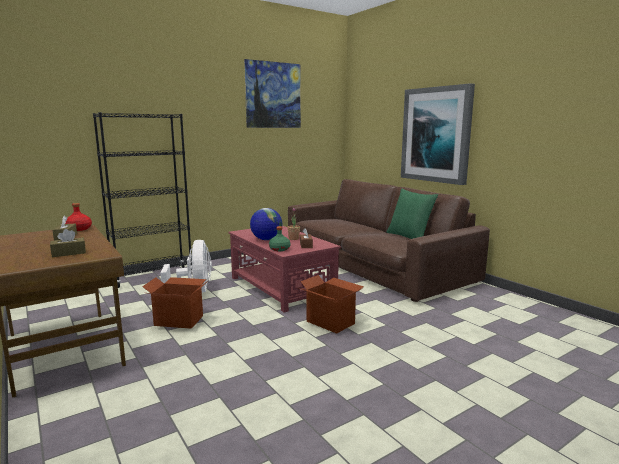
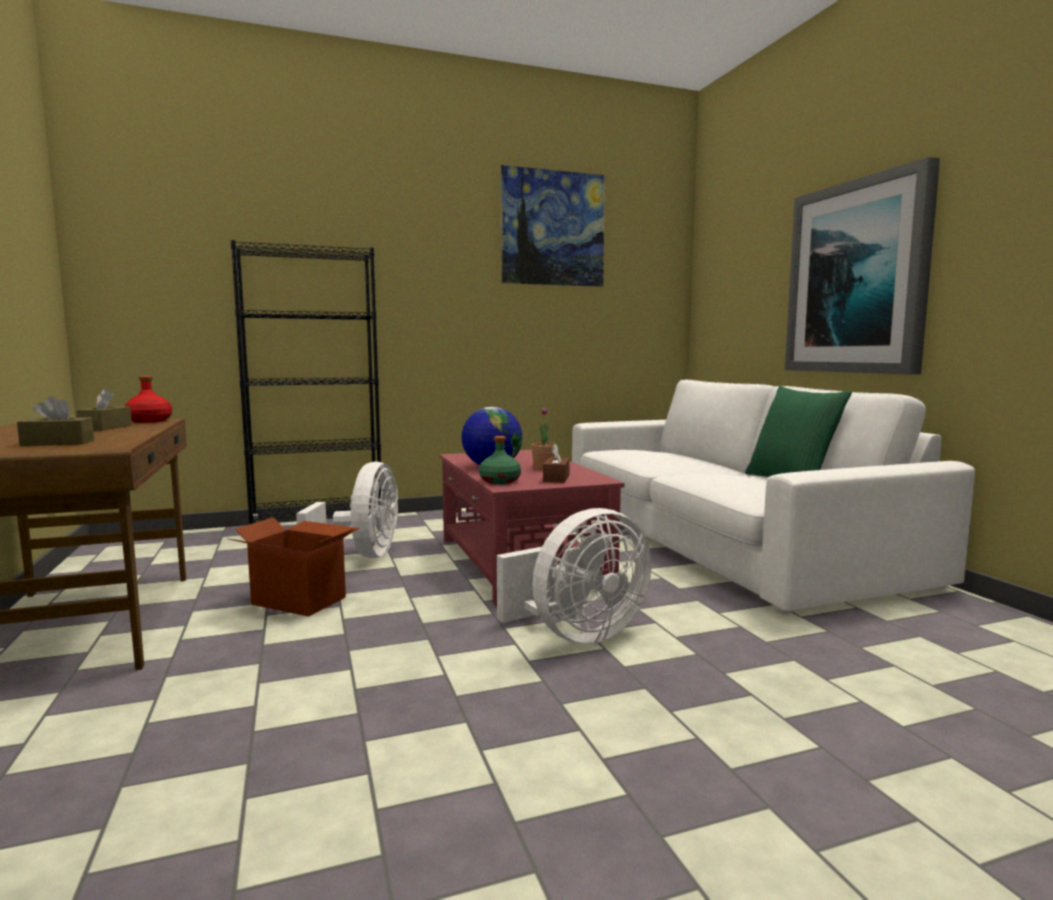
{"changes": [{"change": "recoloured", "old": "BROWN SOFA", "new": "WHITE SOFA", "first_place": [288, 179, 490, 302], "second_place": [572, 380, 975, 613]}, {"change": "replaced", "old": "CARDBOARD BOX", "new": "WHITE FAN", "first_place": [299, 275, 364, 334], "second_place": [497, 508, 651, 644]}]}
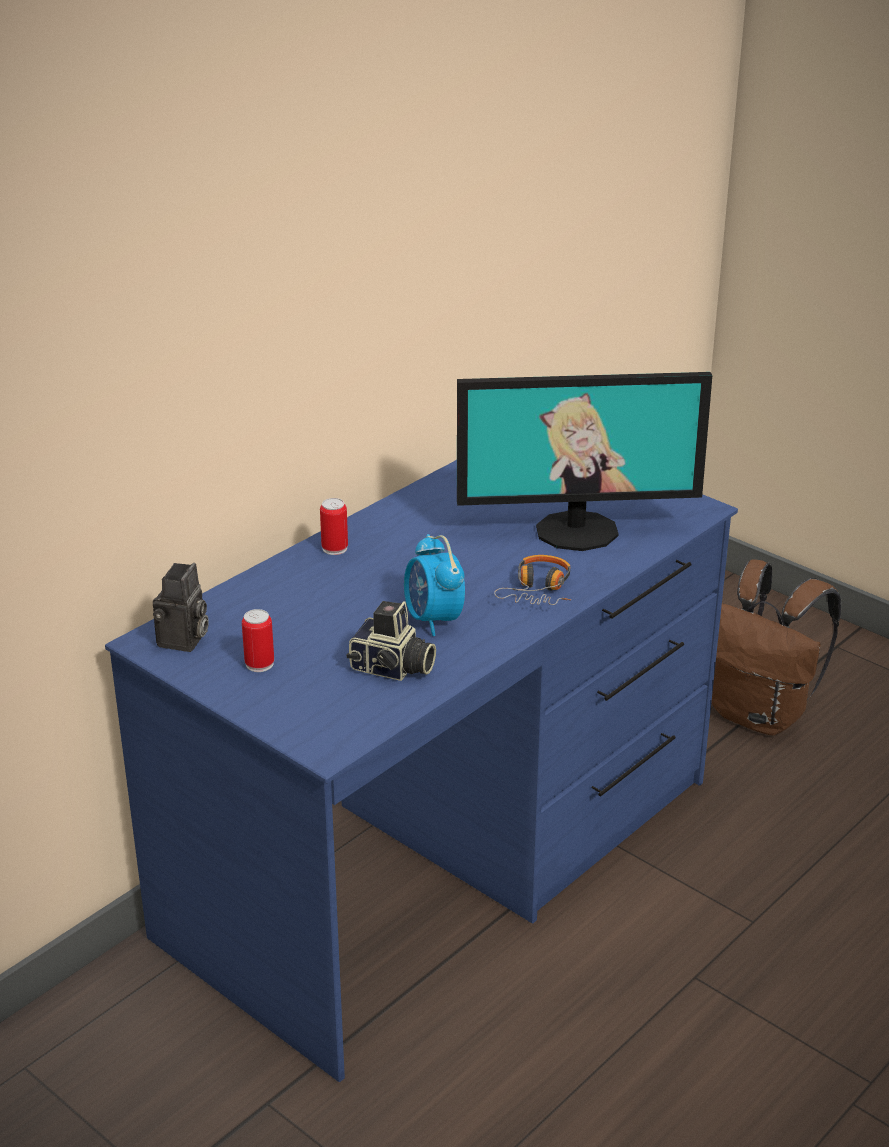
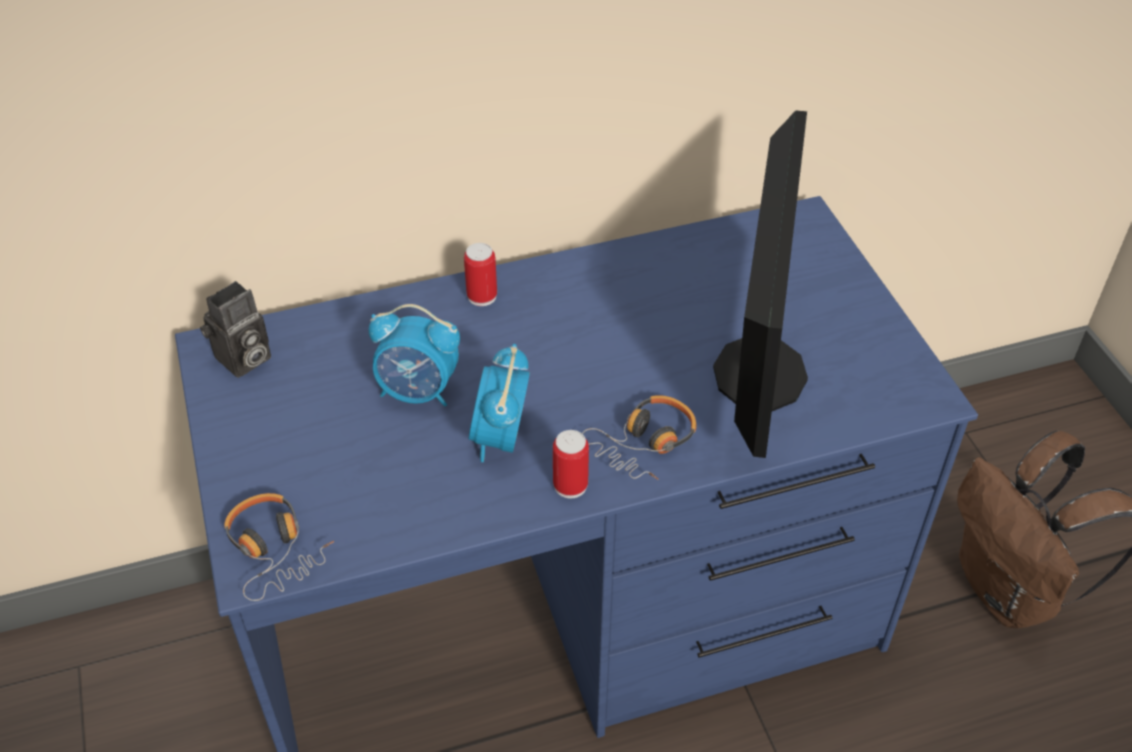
{"changes": [{"change": "moved", "old": "CAN", "first_place": [242, 609, 274, 672], "second_place": [553, 430, 589, 499]}, {"change": "removed", "old": "PHOTO CAMERA", "first_place": [347, 601, 436, 681]}, {"change": "turned", "old": "MONITOR", "first_place": [457, 372, 712, 551], "second_place": [713, 111, 808, 458], "degrees": -105}, {"change": "added", "new": "HEADPHONES", "second_place": [224, 493, 334, 601]}, {"change": "added", "new": "ALARM CLOCK", "second_place": [369, 304, 460, 407]}]}
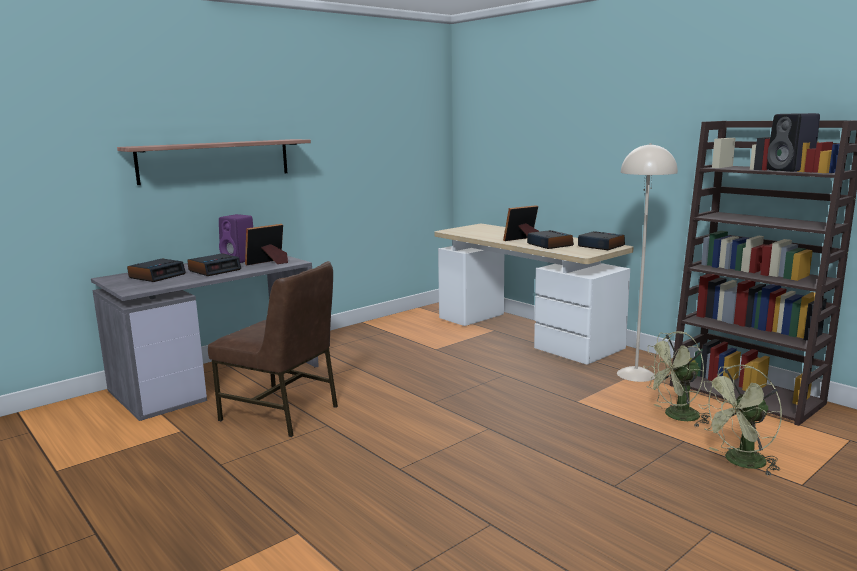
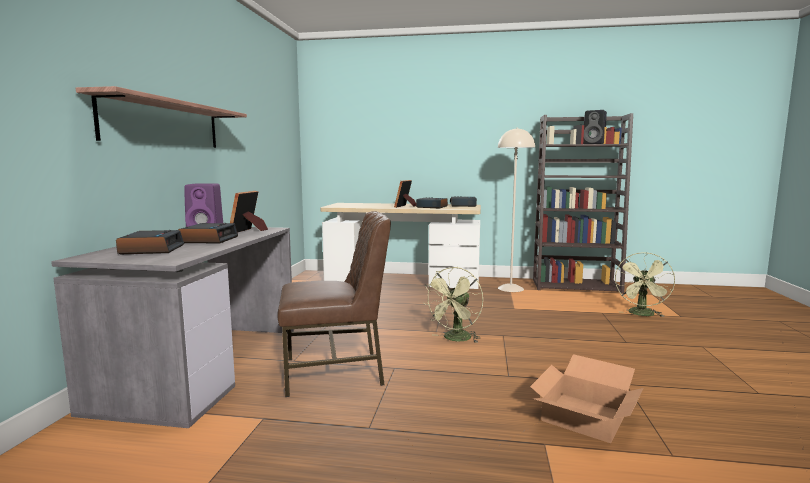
{"changes": [{"change": "moved", "old": "GREEN FAN", "first_place": [643, 331, 710, 427], "second_place": [424, 267, 483, 343]}, {"change": "added", "new": "CARDBOARD BOX", "second_place": [530, 354, 644, 443]}]}
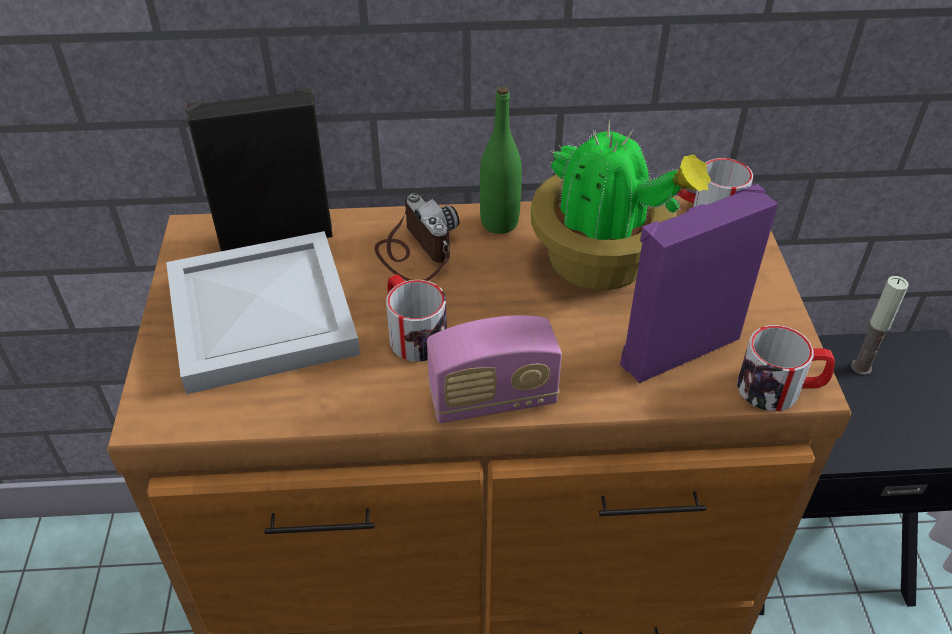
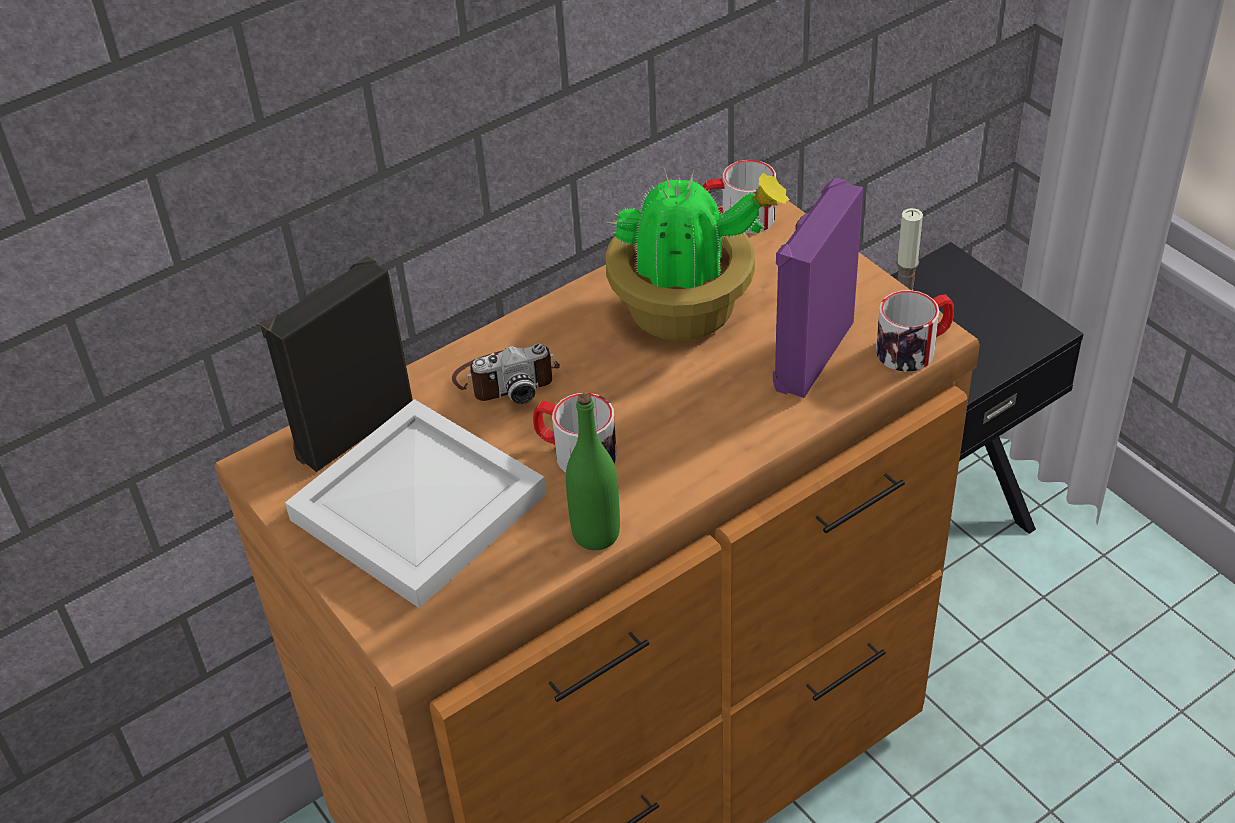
{"changes": [{"change": "turned", "old": "PHOTO CAMERA", "first_place": [375, 193, 459, 281], "second_place": [452, 344, 560, 404], "degrees": 135}, {"change": "removed", "old": "RADIO", "first_place": [427, 315, 562, 423]}, {"change": "moved", "old": "GREEN BOTTLE", "first_place": [480, 86, 522, 234], "second_place": [566, 393, 620, 550]}]}
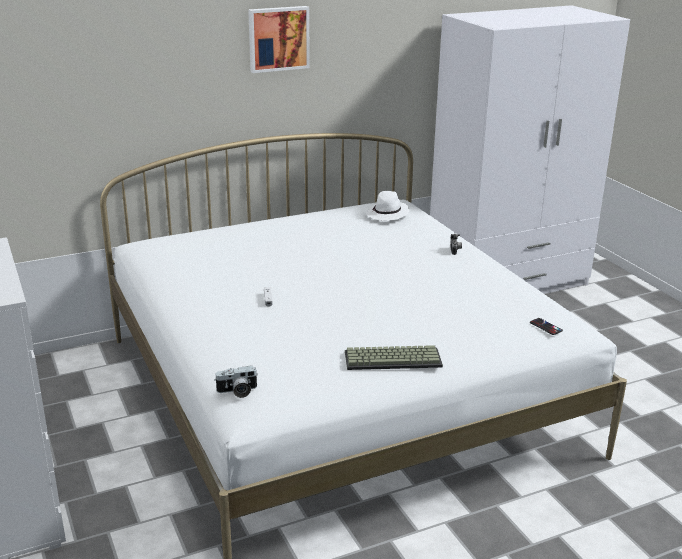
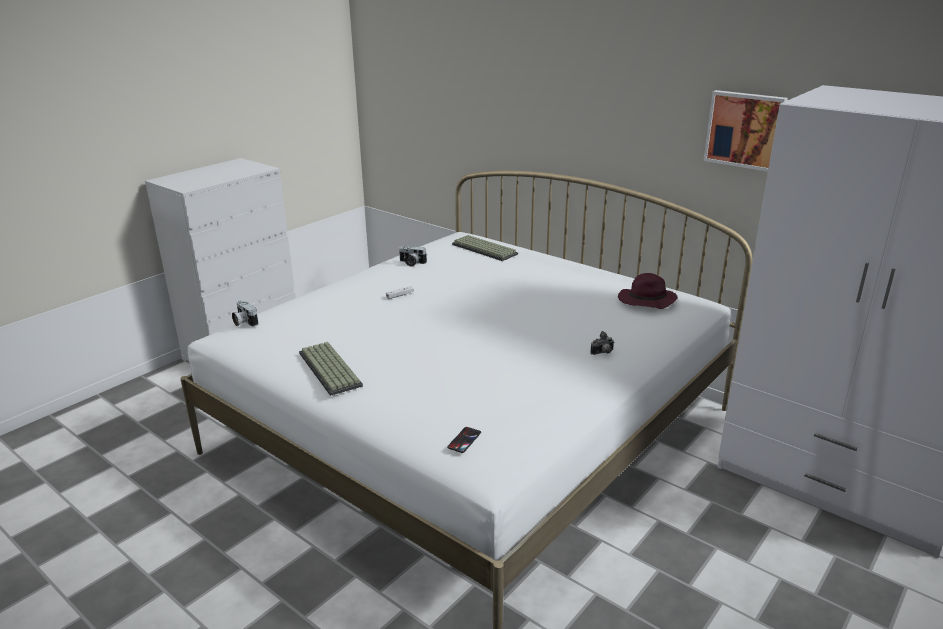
{"changes": [{"change": "moved", "old": "PICTURE", "first_place": [248, 6, 309, 73], "second_place": [703, 90, 788, 172]}, {"change": "recoloured", "old": "WHITE HAT", "new": "PURPLE HAT", "first_place": [365, 191, 409, 221], "second_place": [618, 273, 678, 309]}, {"change": "added", "new": "PHOTO CAMERA", "second_place": [399, 246, 427, 267]}, {"change": "added", "new": "KEYBOARD", "second_place": [452, 235, 518, 261]}]}
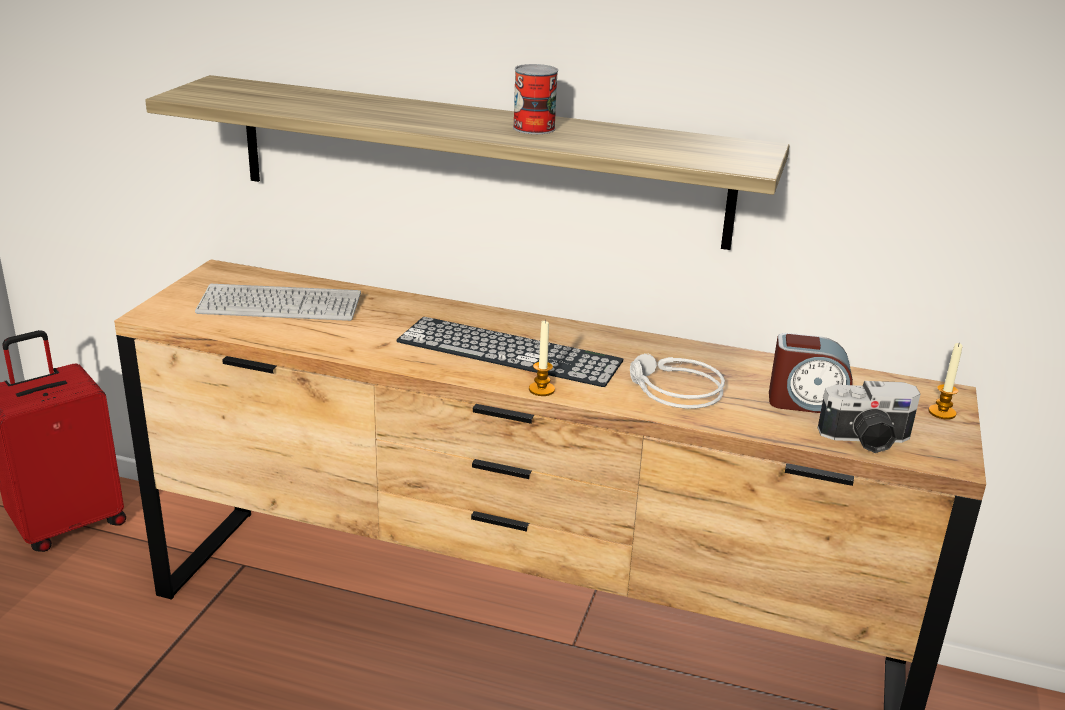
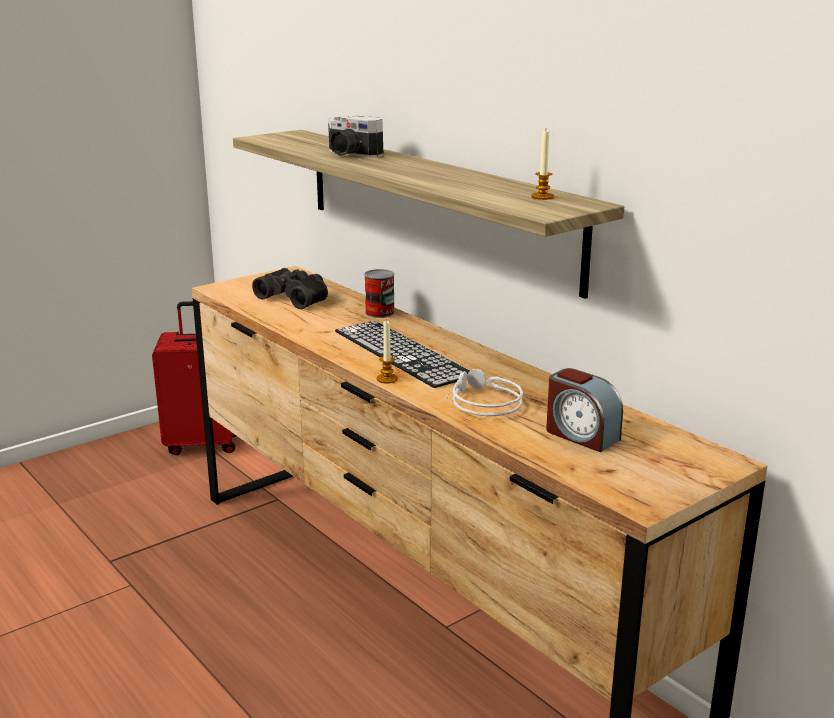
{"changes": [{"change": "replaced", "old": "KEYBOARD", "new": "BLACK BINOCULARS", "first_place": [195, 284, 361, 321], "second_place": [252, 268, 328, 309]}, {"change": "moved", "old": "CAN", "first_place": [513, 64, 558, 134], "second_place": [364, 269, 395, 318]}, {"change": "moved", "old": "PHOTO CAMERA", "first_place": [818, 381, 920, 453], "second_place": [328, 115, 383, 157]}, {"change": "moved", "old": "CANDLE", "first_place": [928, 342, 963, 420], "second_place": [531, 130, 554, 200]}]}
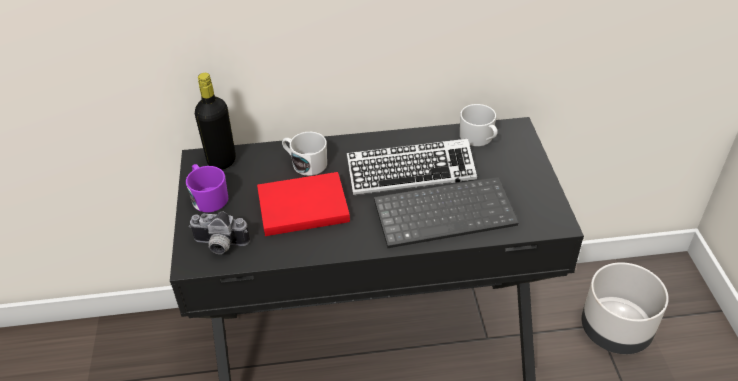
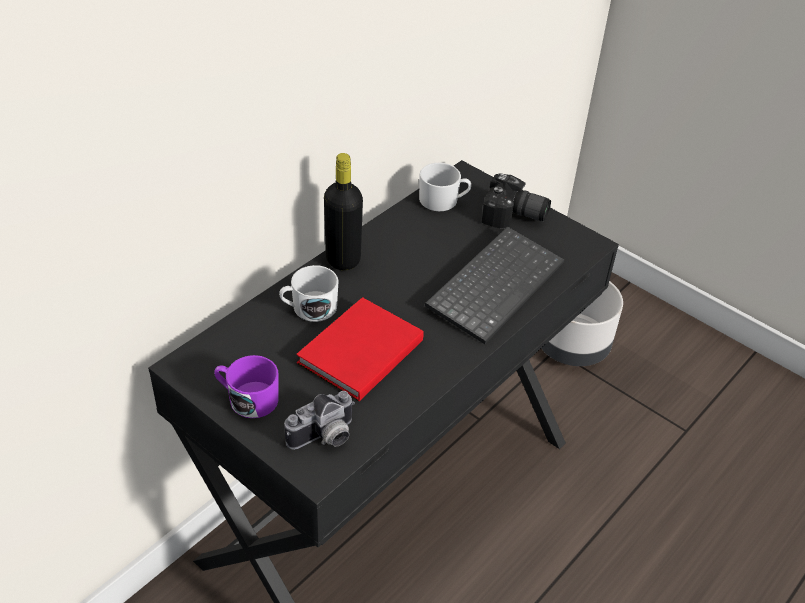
{"changes": [{"change": "moved", "old": "BLACK BOTTLE", "first_place": [195, 73, 236, 170], "second_place": [324, 153, 363, 270]}, {"change": "removed", "old": "KEYBOARD", "first_place": [347, 138, 477, 196]}, {"change": "added", "new": "PHOTO CAMERA", "second_place": [481, 173, 551, 228]}]}
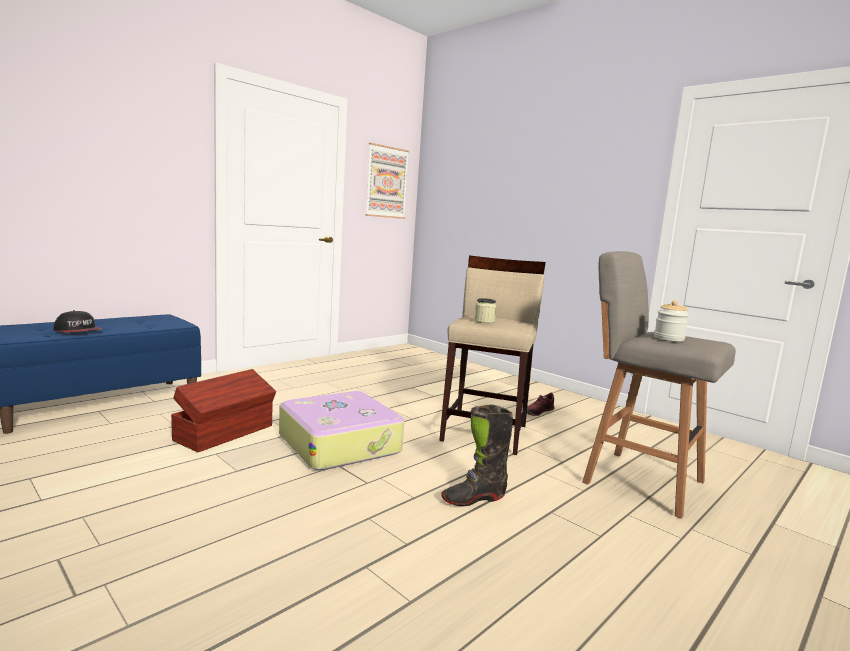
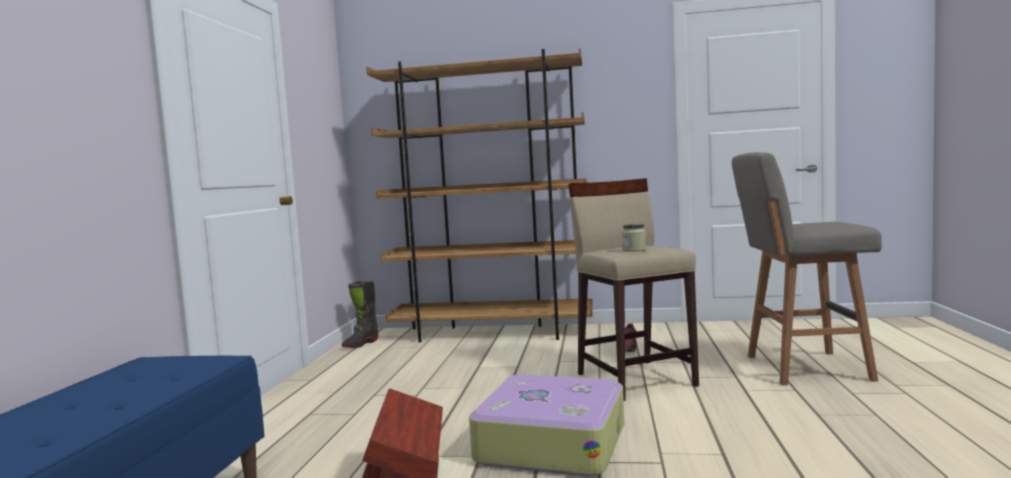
{"changes": [{"change": "removed", "old": "CAP", "first_place": [53, 310, 102, 333]}, {"change": "removed", "old": "PICTURE", "first_place": [365, 143, 409, 219]}, {"change": "moved", "old": "BLACK BOOT", "first_place": [442, 405, 513, 506], "second_place": [342, 281, 378, 348]}, {"change": "removed", "old": "JAR", "first_place": [654, 300, 689, 341]}, {"change": "added", "new": "BROWN BOOKCASE", "second_place": [366, 48, 593, 342]}]}
